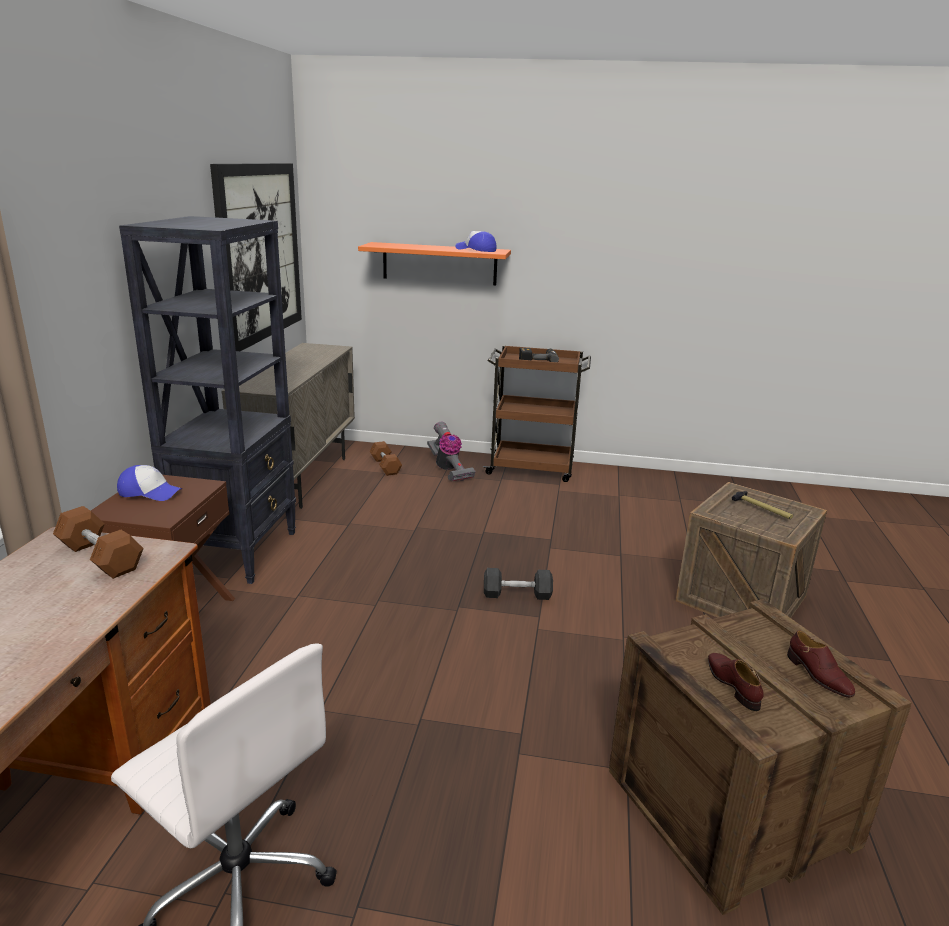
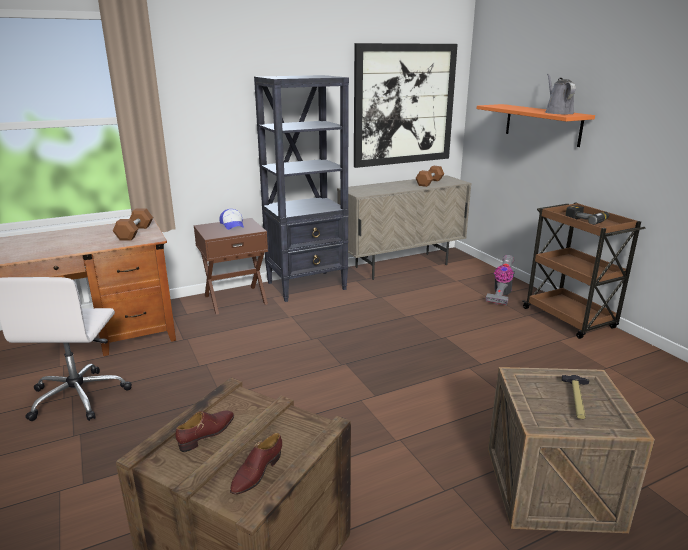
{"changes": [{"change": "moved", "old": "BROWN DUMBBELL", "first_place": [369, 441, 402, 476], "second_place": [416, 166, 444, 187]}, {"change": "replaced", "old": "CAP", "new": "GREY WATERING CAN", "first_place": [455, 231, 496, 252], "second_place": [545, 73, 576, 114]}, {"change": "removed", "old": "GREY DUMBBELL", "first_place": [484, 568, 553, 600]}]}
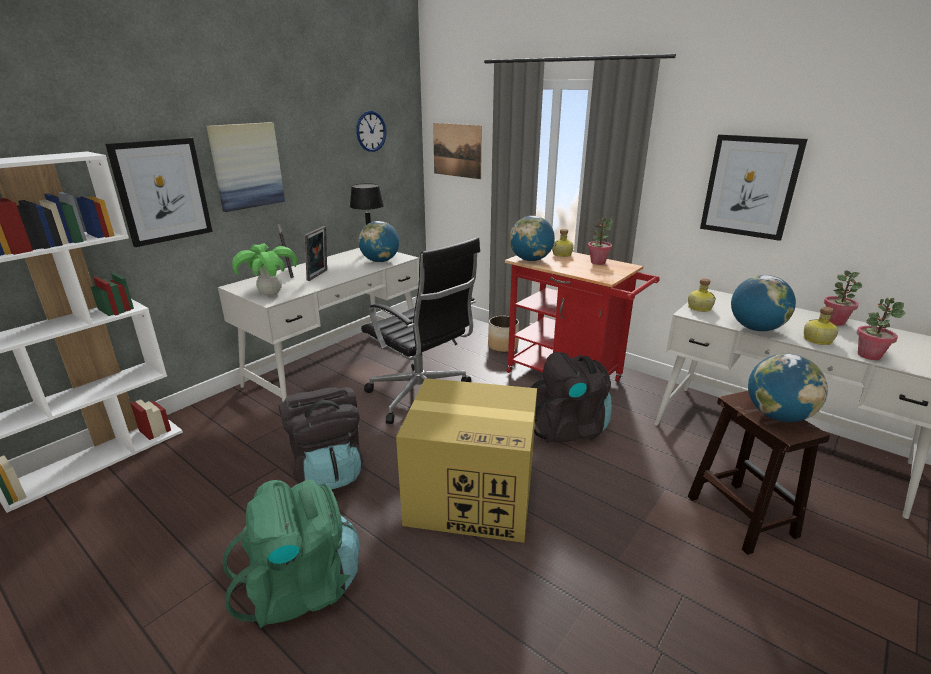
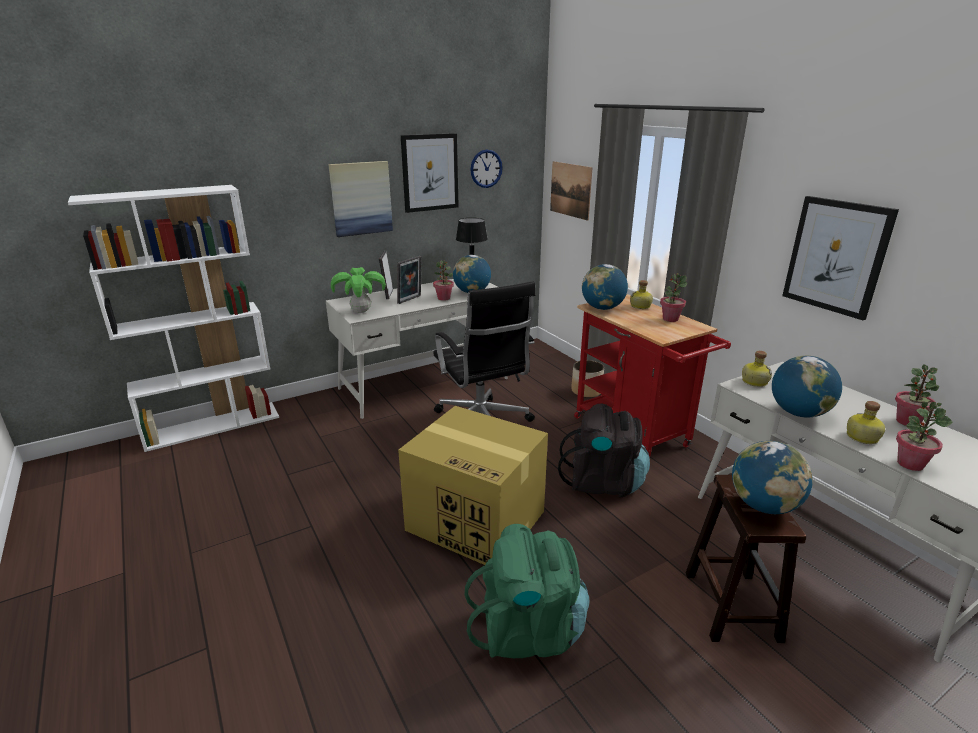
{"changes": [{"change": "moved", "old": "PICTURE", "first_place": [105, 138, 213, 247], "second_place": [401, 133, 459, 213]}, {"change": "moved", "old": "GREEN BACKPACK", "first_place": [222, 480, 360, 628], "second_place": [465, 524, 590, 658]}, {"change": "removed", "old": "BLACK BACKPACK", "first_place": [279, 387, 363, 490]}, {"change": "added", "new": "POTTED PLANT", "second_place": [433, 260, 454, 301]}]}
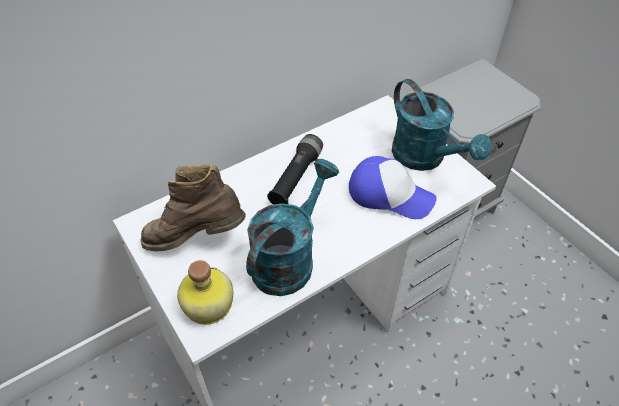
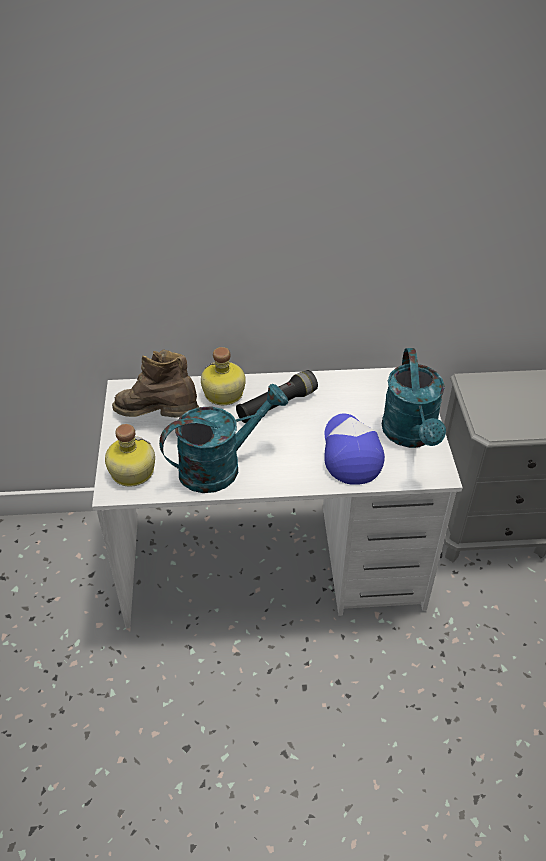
{"changes": [{"change": "turned", "old": "CAP", "first_place": [349, 156, 437, 219], "second_place": [324, 414, 385, 485], "degrees": -150}, {"change": "added", "new": "BOTTLE", "second_place": [201, 347, 246, 405]}]}
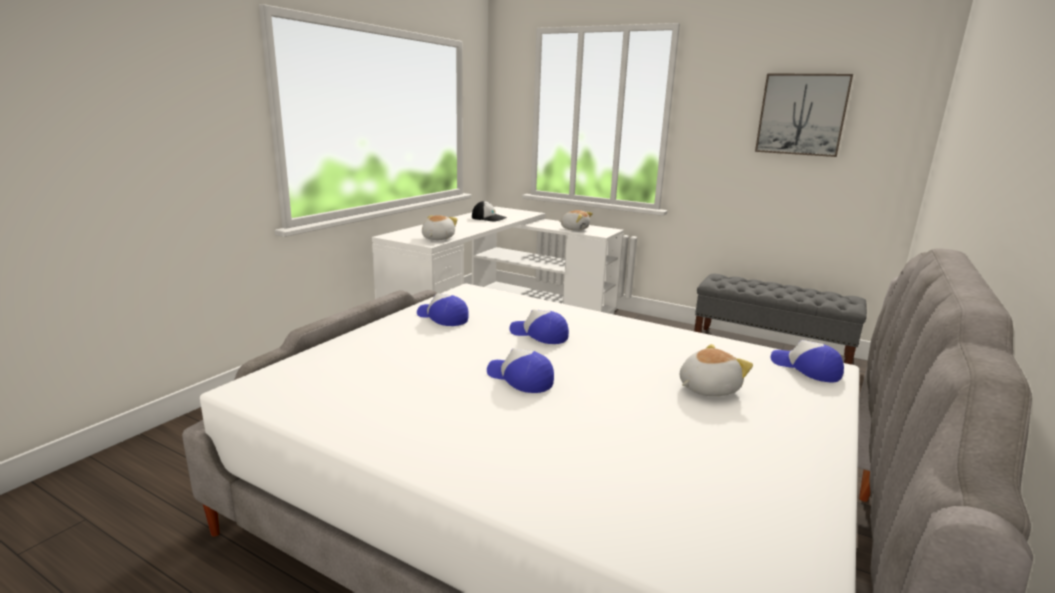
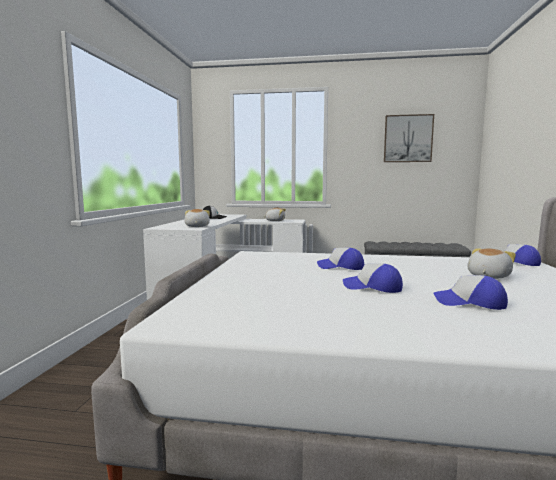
{"changes": [{"change": "moved", "old": "CAP", "first_place": [417, 293, 469, 326], "second_place": [433, 275, 508, 310]}]}
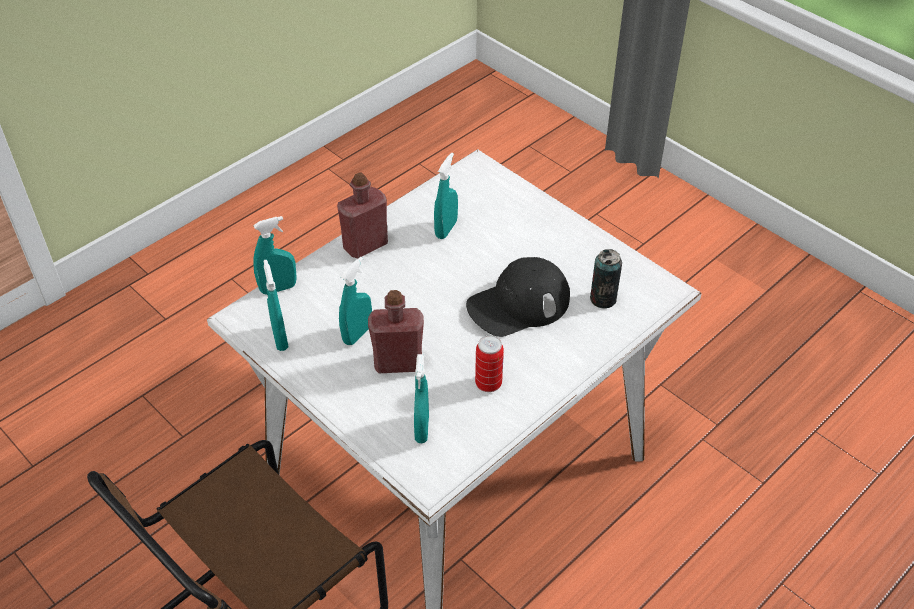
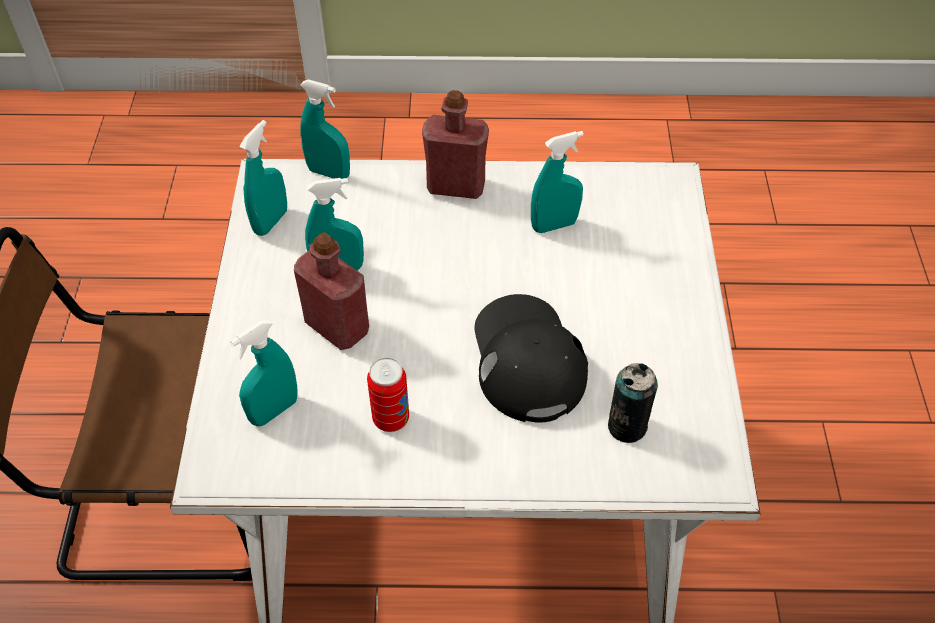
{"changes": [{"change": "turned", "old": "BLACK CAP", "first_place": [466, 257, 570, 337], "second_place": [475, 294, 588, 423], "degrees": 60}]}
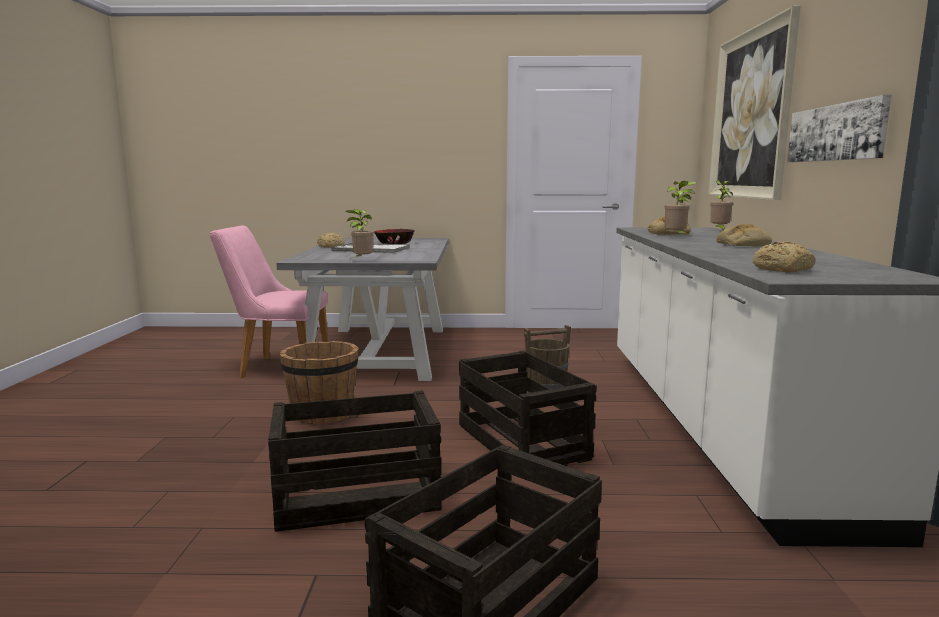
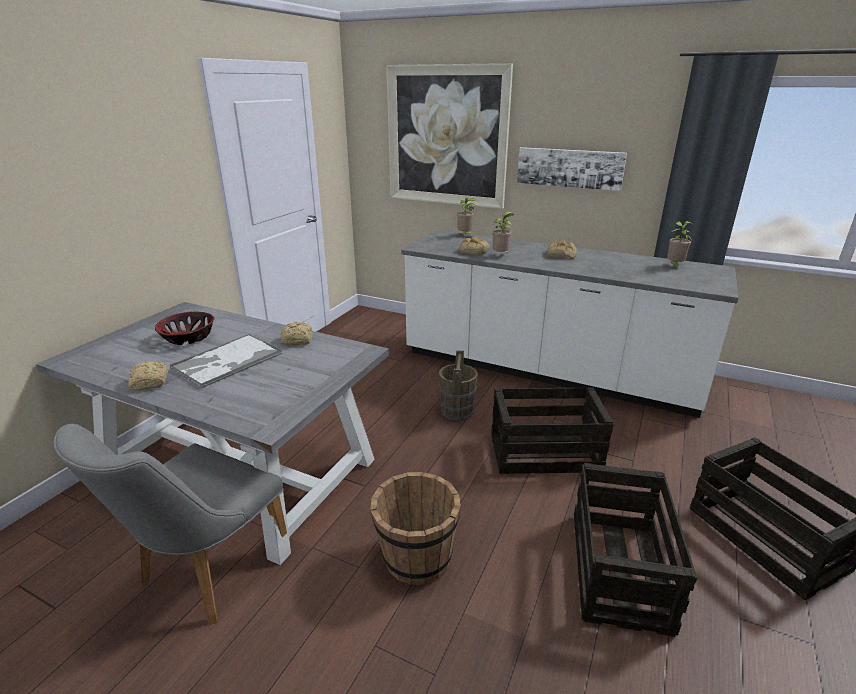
{"changes": [{"change": "recoloured", "old": "PINK CHAIR", "new": "GREY CHAIR", "first_place": [210, 225, 329, 378], "second_place": [54, 424, 287, 625]}, {"change": "moved", "old": "POTTED PLANT", "first_place": [345, 209, 374, 258], "second_place": [667, 221, 693, 269]}, {"change": "moved", "old": "BREAD", "first_place": [753, 241, 815, 273], "second_place": [281, 322, 313, 345]}]}
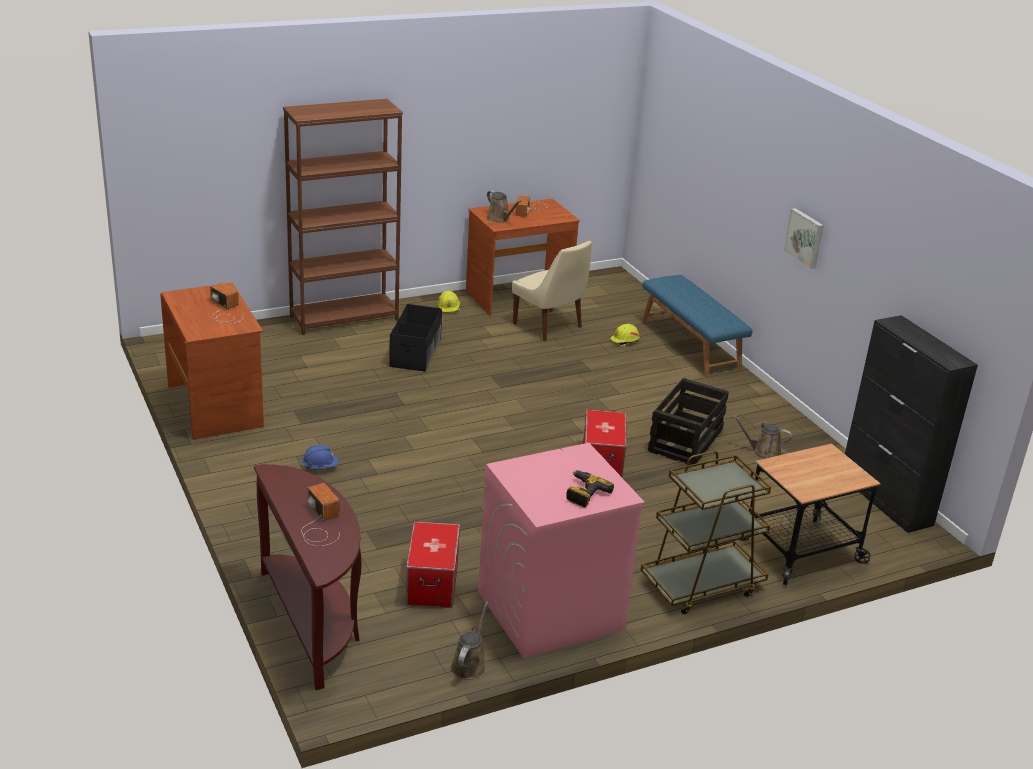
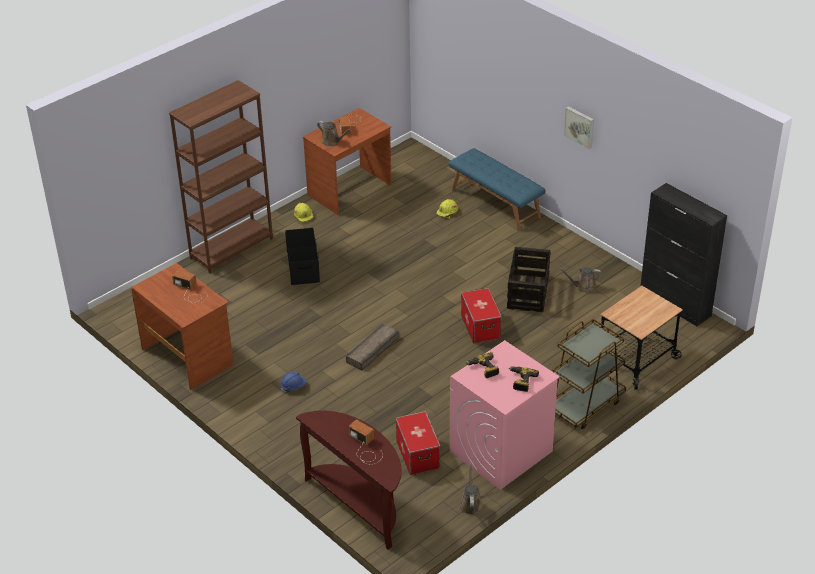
{"changes": [{"change": "removed", "old": "BEIGE CHAIR", "first_place": [512, 240, 592, 341]}, {"change": "added", "new": "CRATE", "second_place": [346, 324, 399, 370]}, {"change": "added", "new": "POWER DRILL", "second_place": [466, 352, 499, 378]}]}
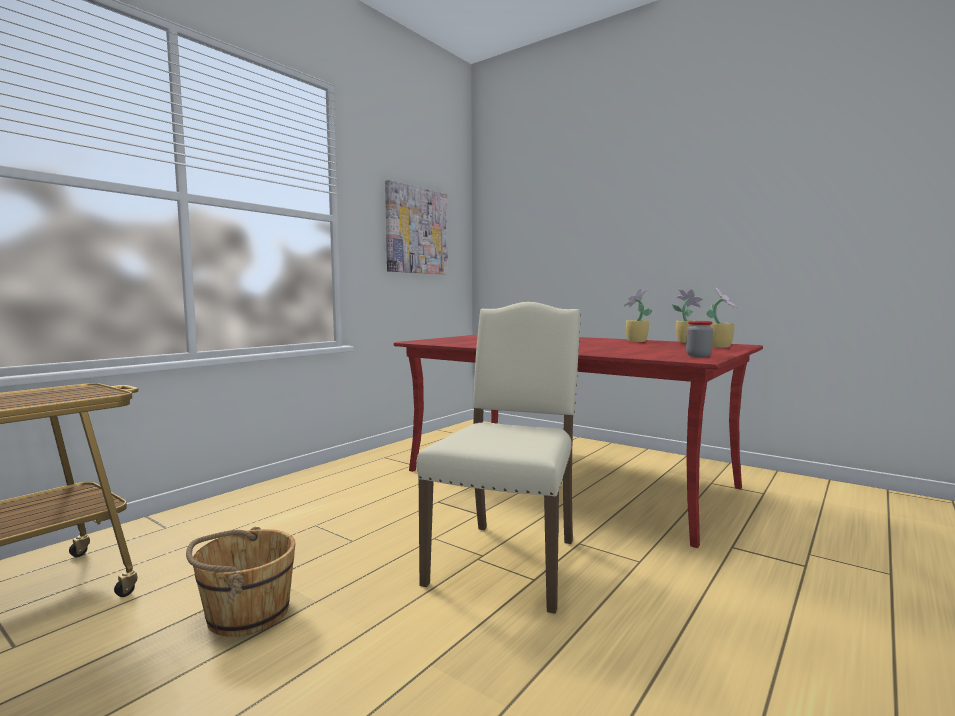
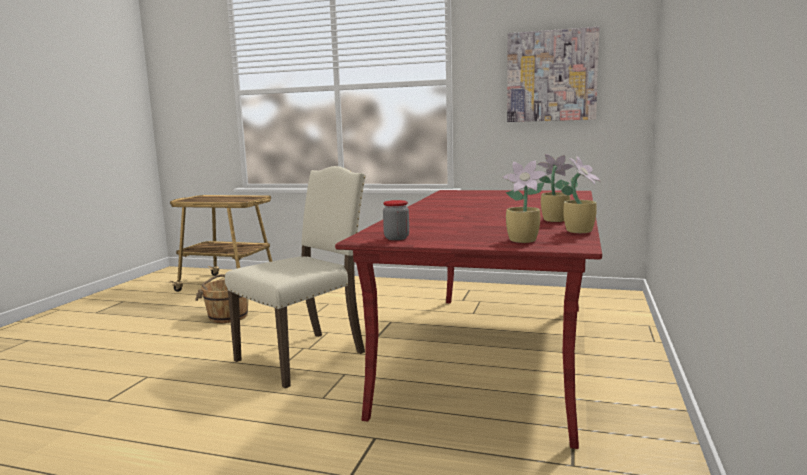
{"changes": [{"change": "turned", "old": "BEIGE CHAIR", "first_place": [416, 302, 581, 614], "second_place": [225, 166, 366, 388], "degrees": -45}]}
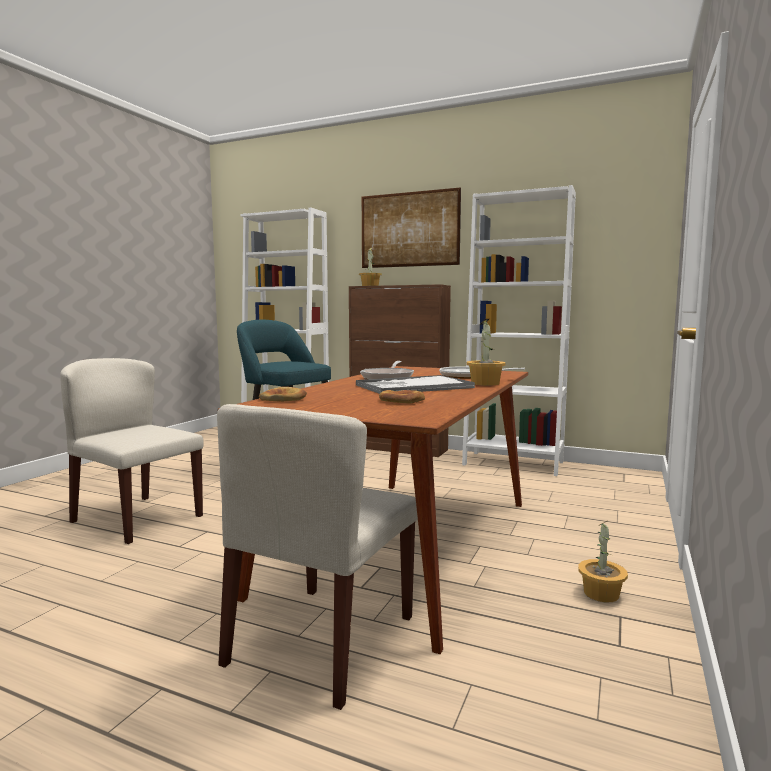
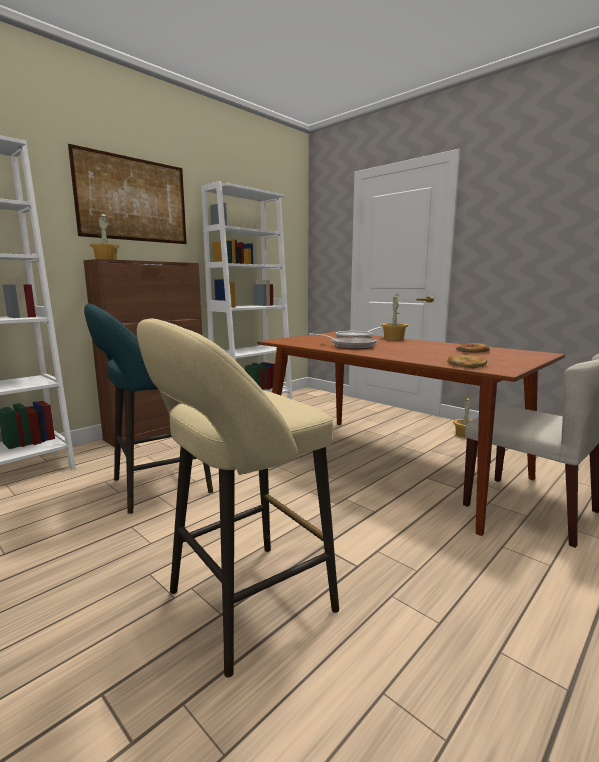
{"changes": [{"change": "replaced", "old": "BEIGE CHAIR", "new": "BEIGE STOOL", "first_place": [60, 358, 204, 544], "second_place": [137, 319, 339, 677]}, {"change": "removed", "old": "TRAY", "first_place": [356, 375, 475, 394]}]}
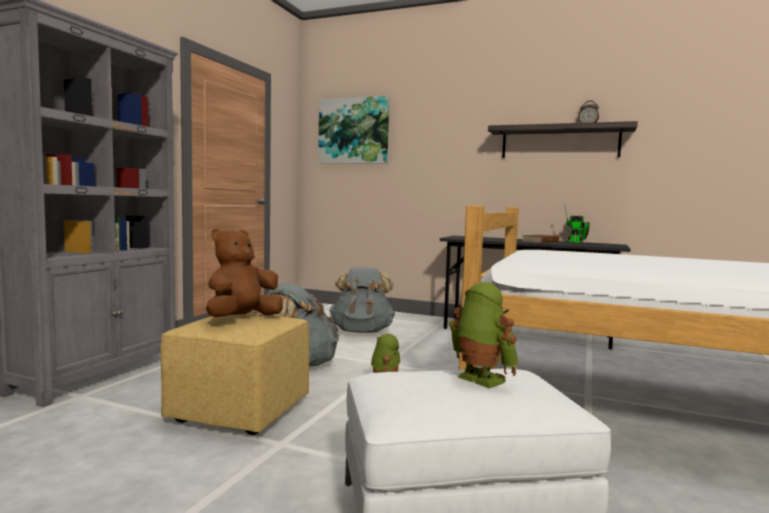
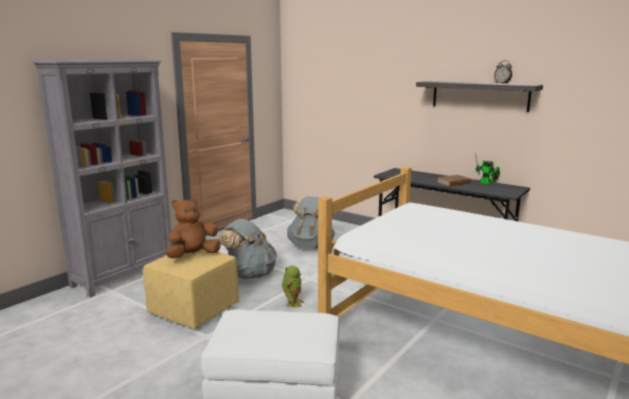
{"changes": [{"change": "removed", "old": "PICTURE", "first_place": [318, 95, 389, 164]}, {"change": "removed", "old": "TOY ROBOT", "first_place": [449, 282, 519, 388]}]}
